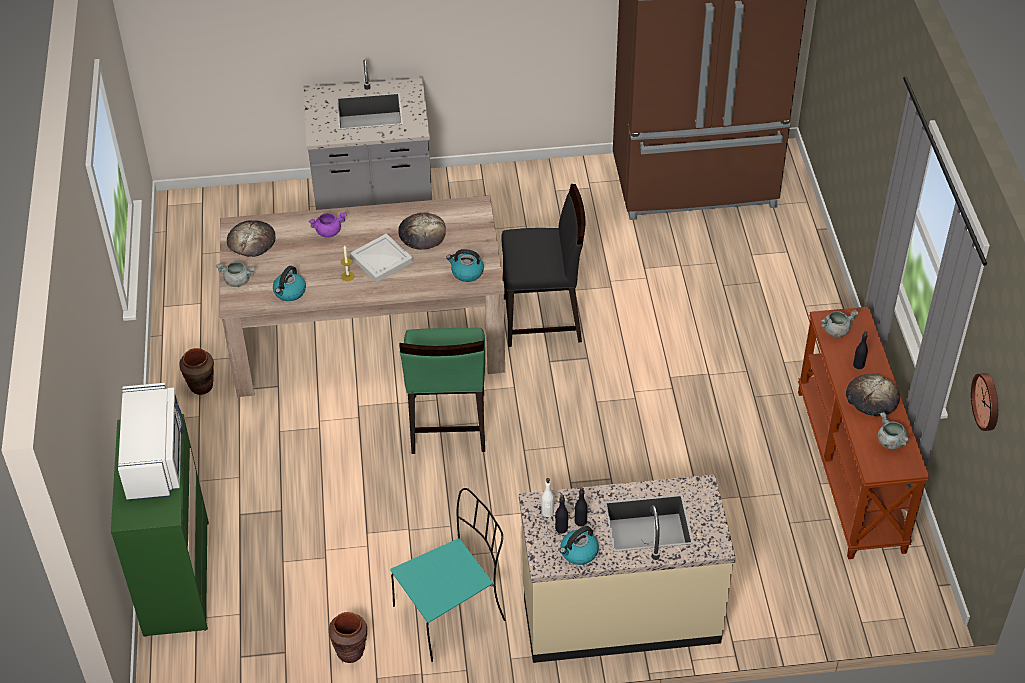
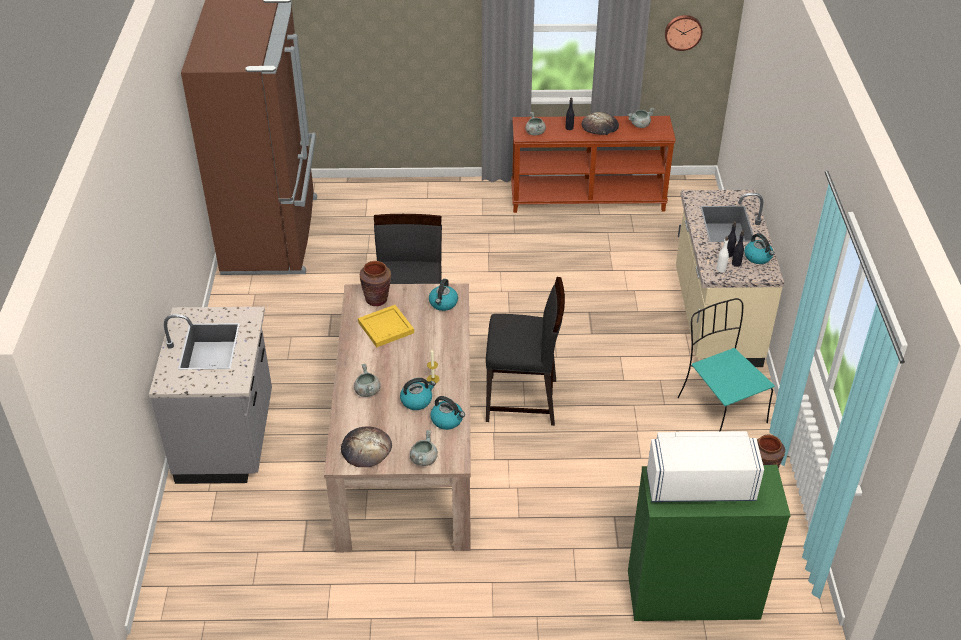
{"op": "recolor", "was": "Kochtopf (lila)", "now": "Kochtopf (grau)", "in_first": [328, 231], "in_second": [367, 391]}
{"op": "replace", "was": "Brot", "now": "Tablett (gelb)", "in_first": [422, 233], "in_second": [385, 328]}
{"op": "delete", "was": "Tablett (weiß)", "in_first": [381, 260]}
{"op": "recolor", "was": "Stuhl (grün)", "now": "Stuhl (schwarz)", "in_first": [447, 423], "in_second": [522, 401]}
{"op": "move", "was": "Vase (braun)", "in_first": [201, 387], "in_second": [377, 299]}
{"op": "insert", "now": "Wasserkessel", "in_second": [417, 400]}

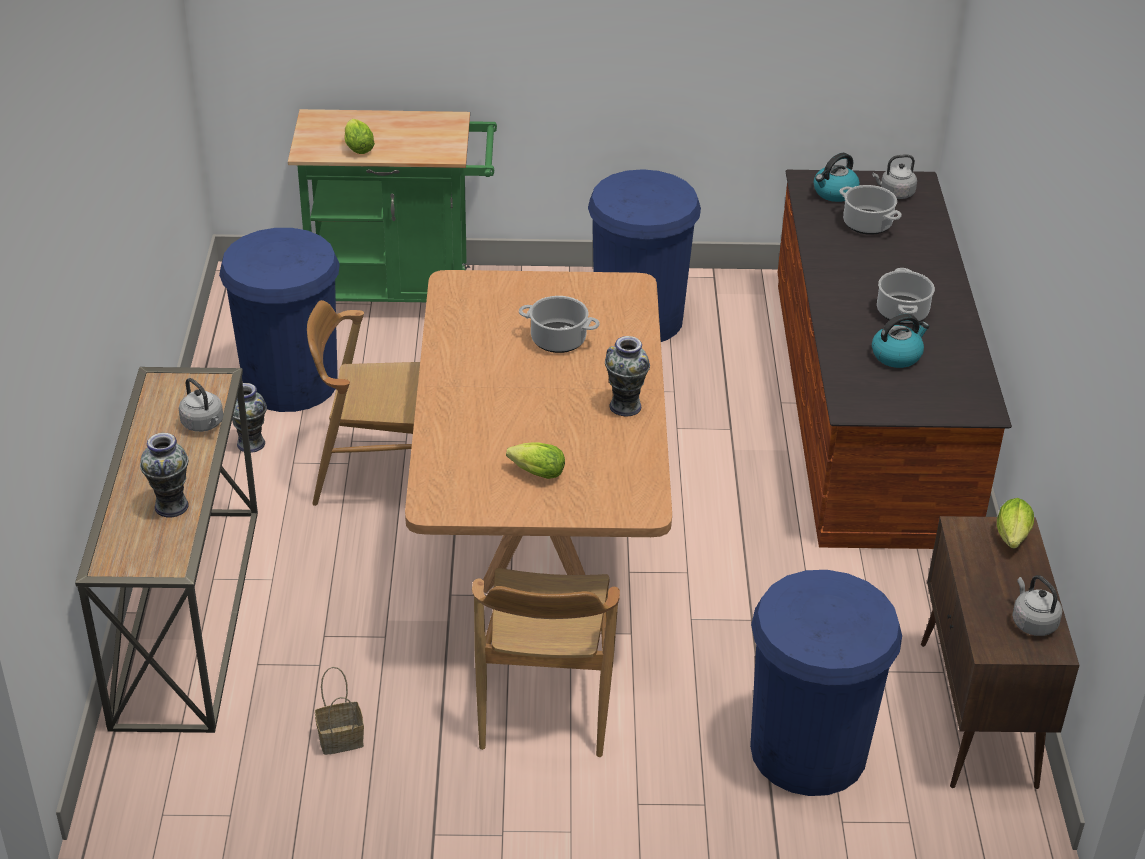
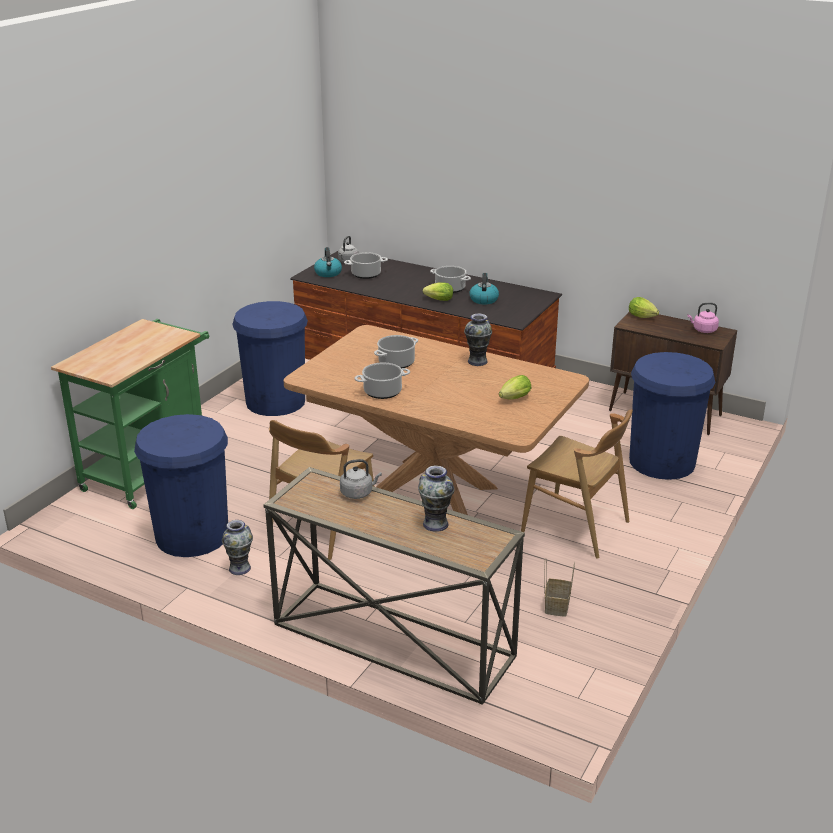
{"op": "move", "was": "Salatkopf", "in_first": [357, 147], "in_second": [437, 300]}
{"op": "recolor", "was": "Wasserkessel (grau)", "now": "Wasserkessel (rosa)", "in_first": [1032, 622], "in_second": [703, 330]}
{"op": "insert", "now": "Kochtopf", "in_second": [382, 392]}

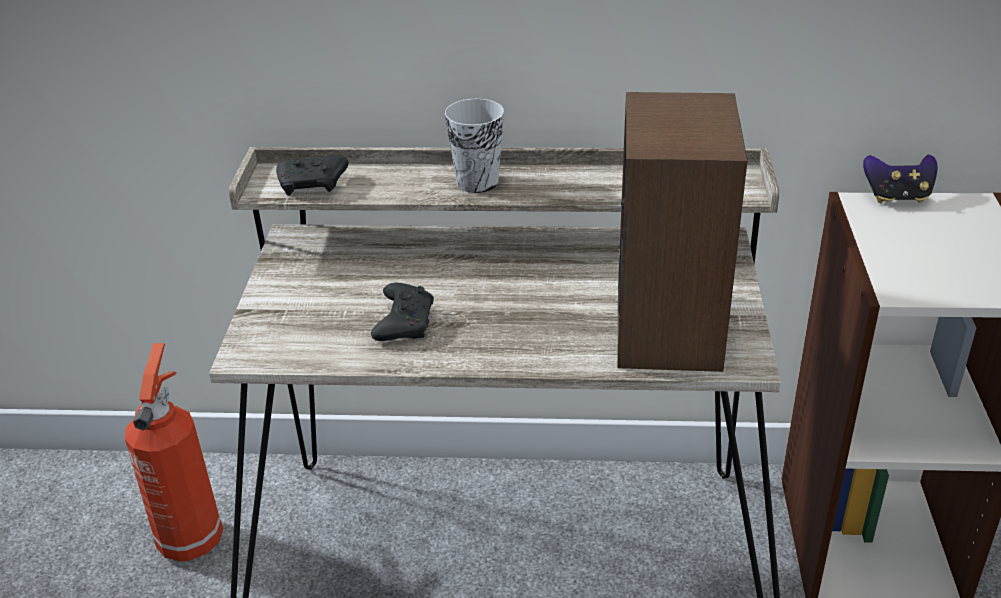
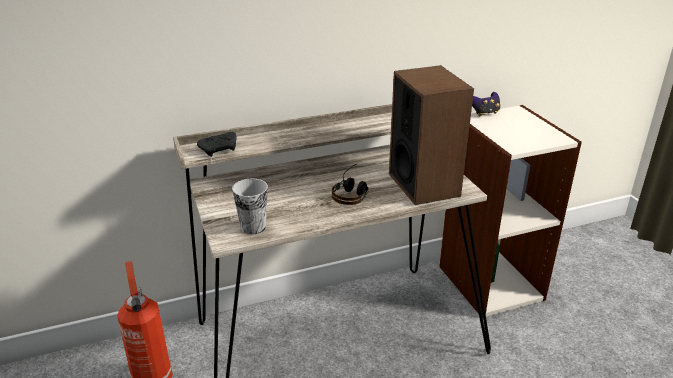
{"op": "move", "was": "Tasse", "in_first": [477, 182], "in_second": [253, 227]}
{"op": "delete", "was": "Gamepad (schwarz)", "in_first": [404, 322]}
{"op": "insert", "now": "Kopfhörer", "in_second": [352, 192]}

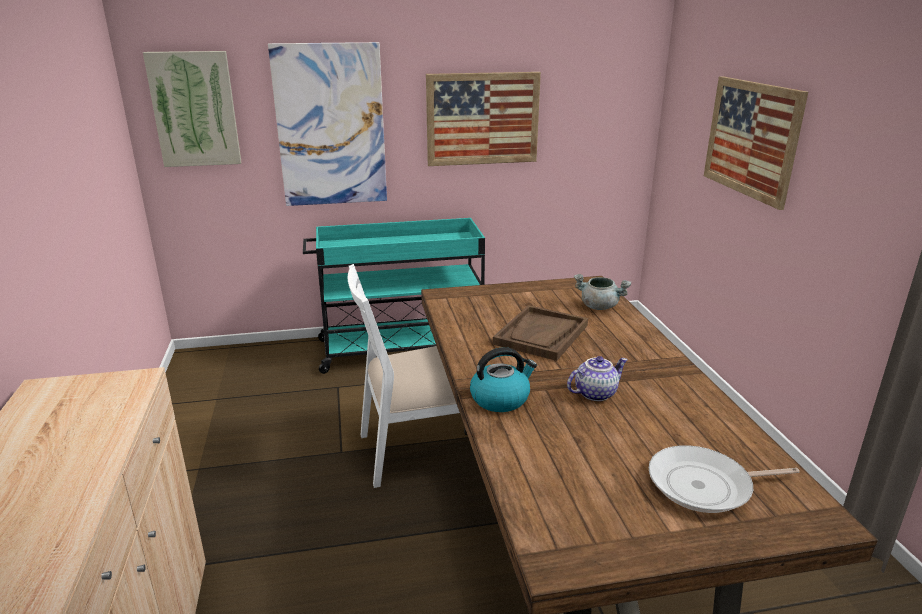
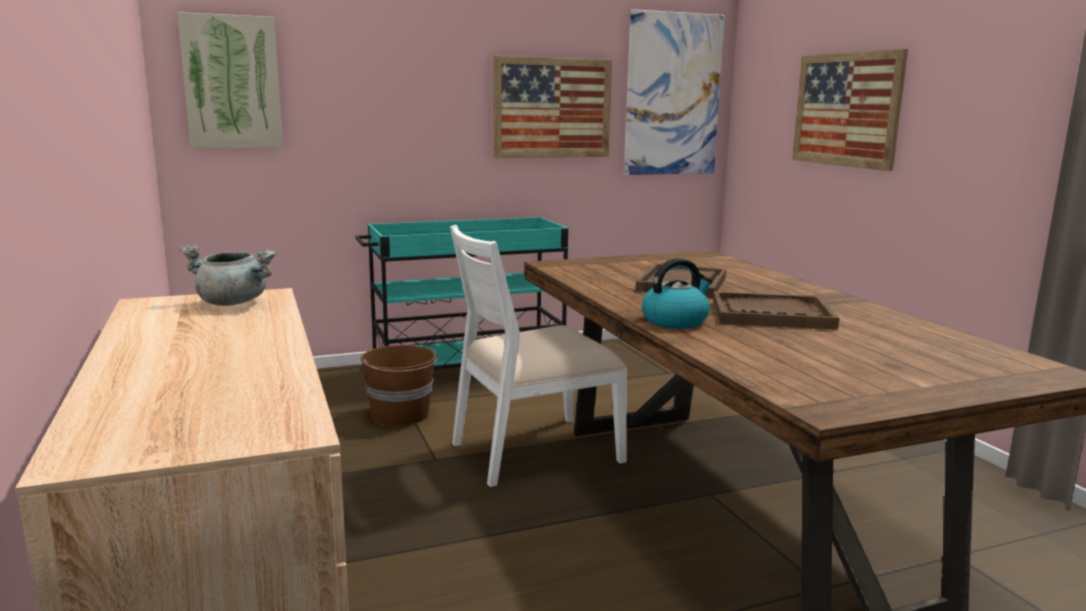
{"op": "move", "was": "Bild", "in_first": [331, 126], "in_second": [673, 95]}
{"op": "move", "was": "Kochtopf (grau)", "in_first": [599, 306], "in_second": [234, 303]}
{"op": "replace", "was": "Teekanne", "now": "Tablett (braun)", "in_first": [595, 393], "in_second": [771, 314]}
{"op": "delete", "was": "Pfanne", "in_first": [705, 486]}
{"op": "insert", "now": "Eimer (braun)", "in_second": [401, 415]}

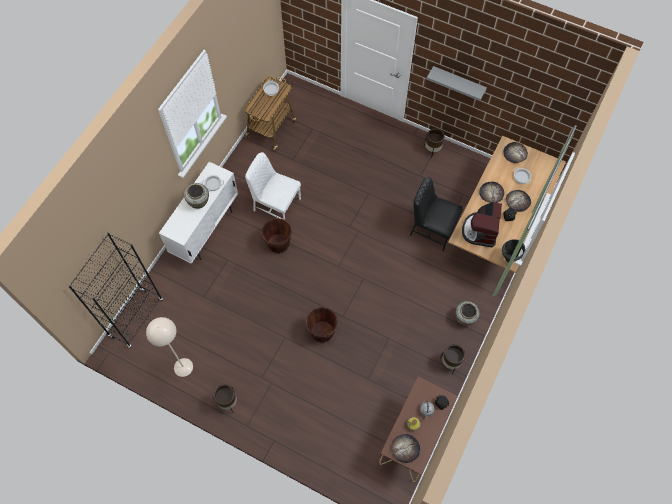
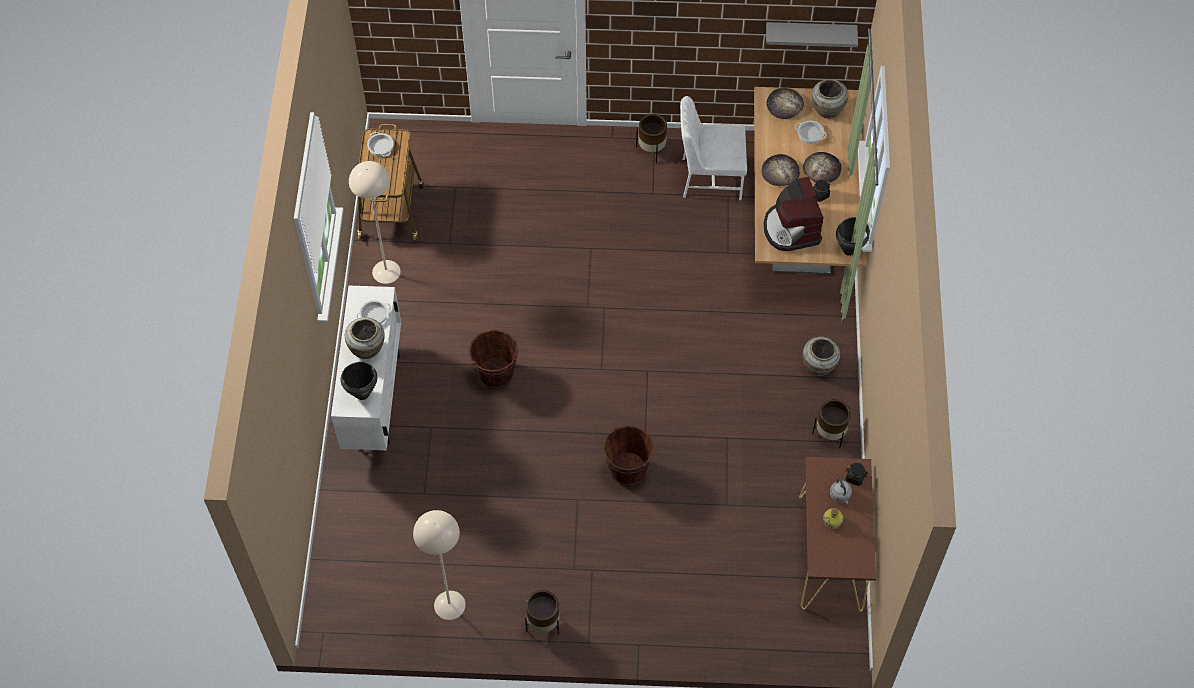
{"op": "move", "was": "Wandregal (grau)", "in_first": [458, 82], "in_second": [810, 33]}
{"op": "move", "was": "Stuhl (weiß)", "in_first": [276, 205], "in_second": [710, 178]}
{"op": "delete", "was": "Stuhl (schwarz)", "in_first": [432, 229]}
{"op": "delete", "was": "Bücherregal (schwarz)", "in_first": [137, 318]}
{"op": "delete", "was": "Brot", "in_first": [405, 448]}
{"op": "insert", "now": "Vase (beige)", "in_second": [826, 110]}
{"op": "insert", "now": "Stehlampe (beige)", "in_second": [386, 272]}
{"op": "insert", "now": "Kochtopf (schwarz)", "in_second": [362, 393]}

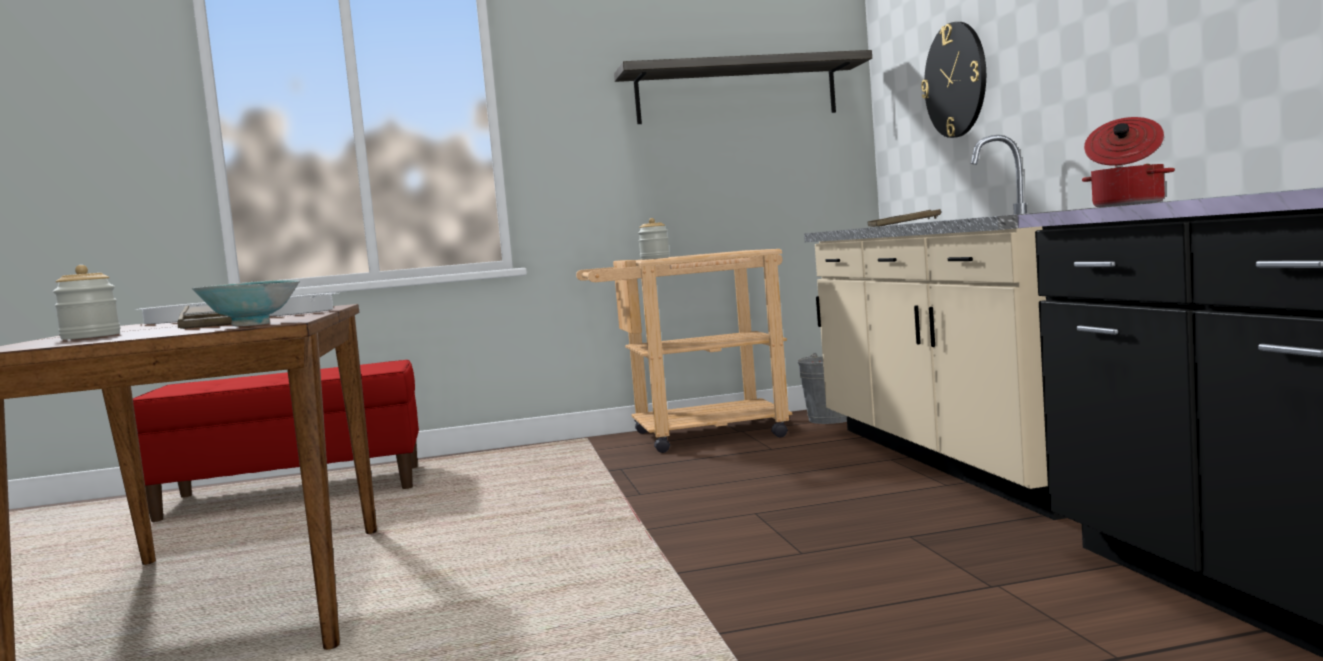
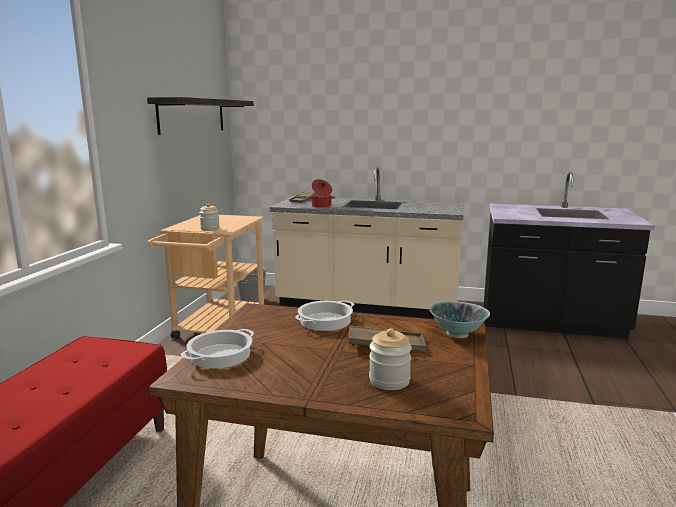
{"op": "delete", "was": "Wanduhr", "in_first": [956, 80]}
{"op": "move", "was": "Kochtopf", "in_first": [1126, 205], "in_second": [321, 206]}

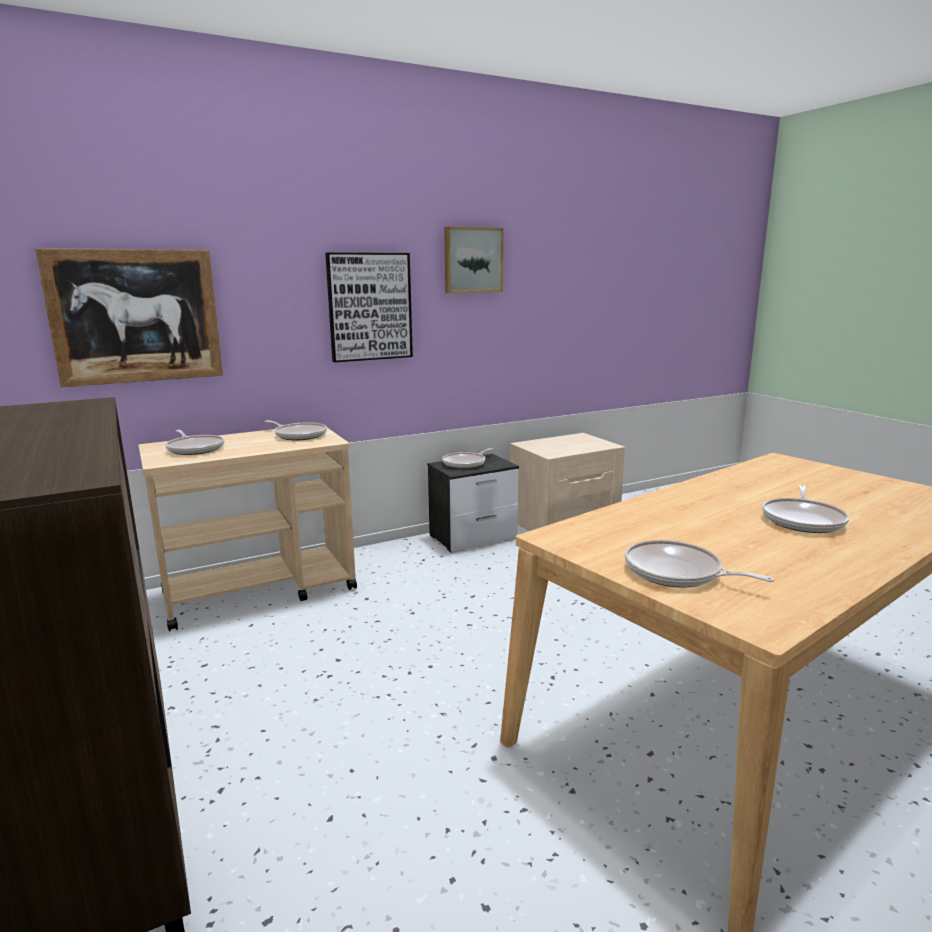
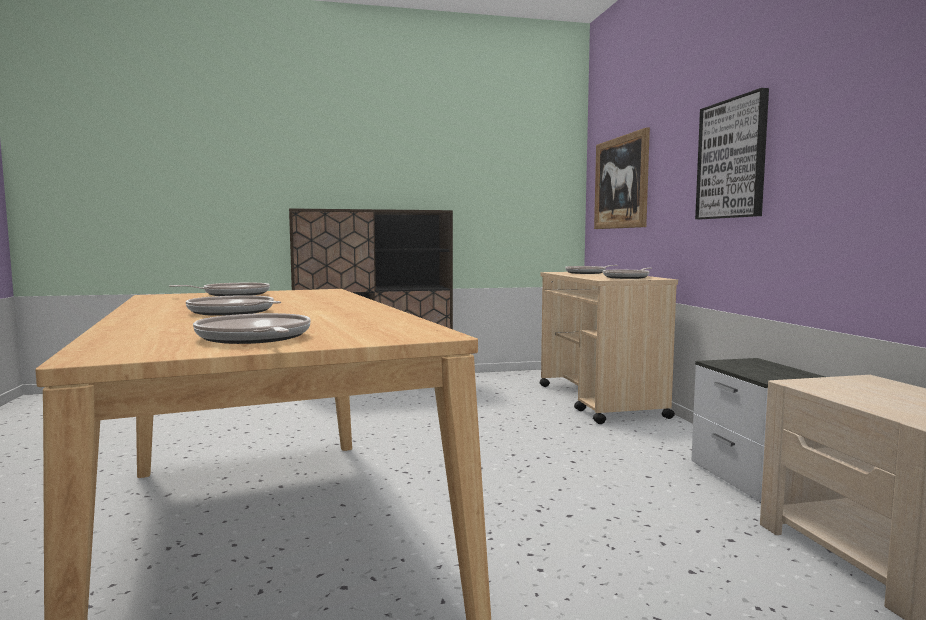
{"op": "delete", "was": "Bild", "in_first": [472, 260]}
{"op": "move", "was": "Pfanne", "in_first": [466, 463], "in_second": [255, 338]}

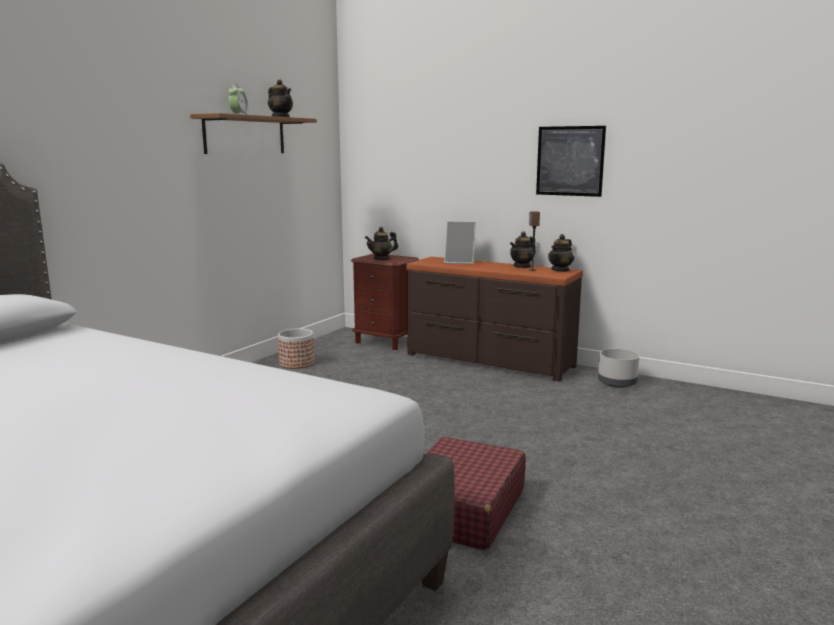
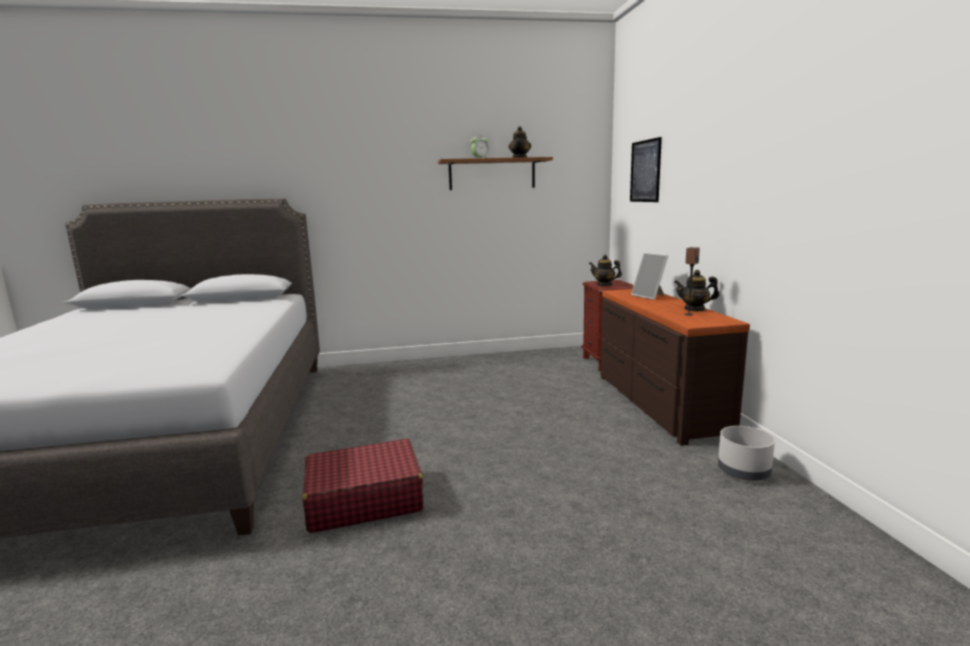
{"op": "move", "was": "Bild", "in_first": [570, 161], "in_second": [645, 171]}
{"op": "delete", "was": "Teekanne", "in_first": [560, 270]}
{"op": "delete", "was": "Pflanzkübel", "in_first": [297, 363]}

